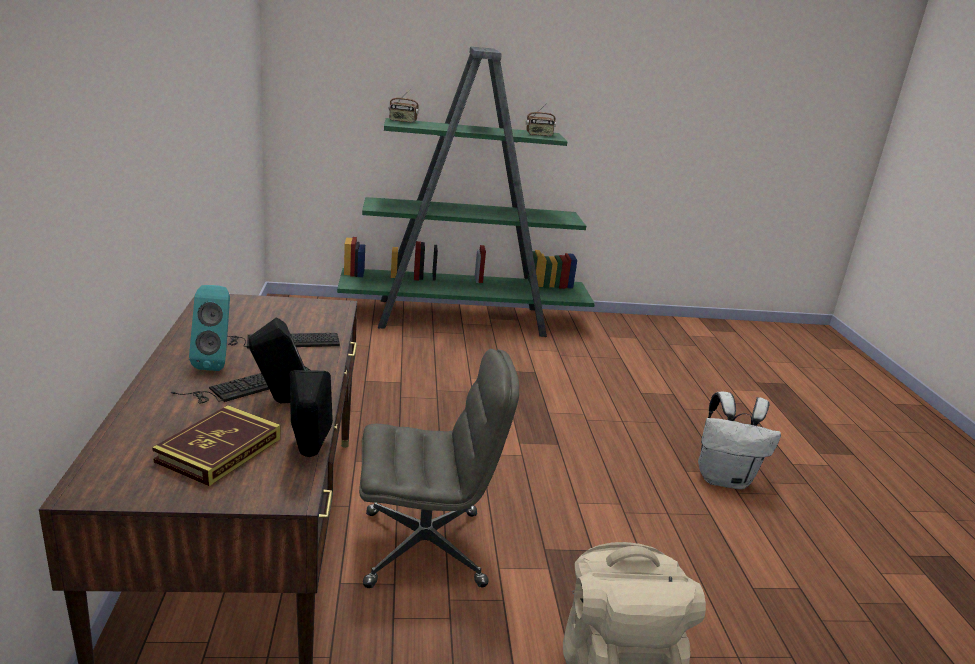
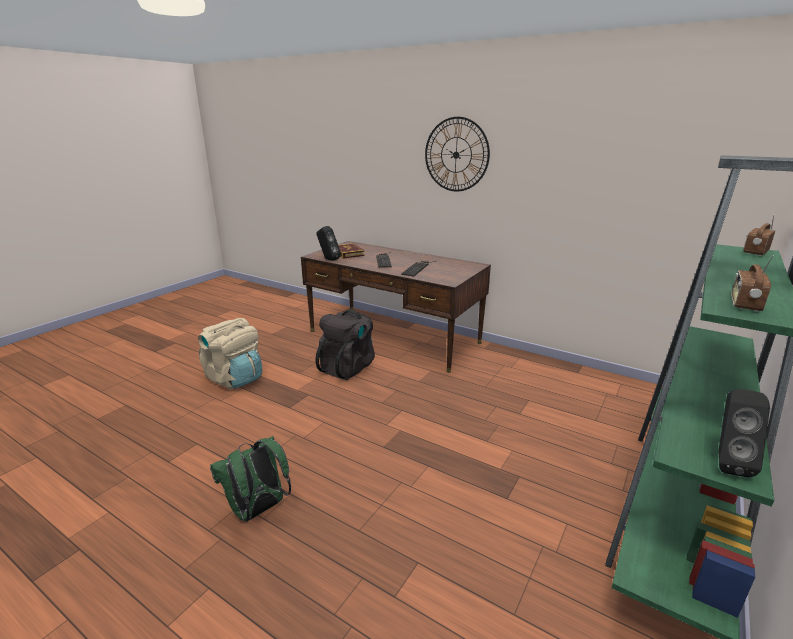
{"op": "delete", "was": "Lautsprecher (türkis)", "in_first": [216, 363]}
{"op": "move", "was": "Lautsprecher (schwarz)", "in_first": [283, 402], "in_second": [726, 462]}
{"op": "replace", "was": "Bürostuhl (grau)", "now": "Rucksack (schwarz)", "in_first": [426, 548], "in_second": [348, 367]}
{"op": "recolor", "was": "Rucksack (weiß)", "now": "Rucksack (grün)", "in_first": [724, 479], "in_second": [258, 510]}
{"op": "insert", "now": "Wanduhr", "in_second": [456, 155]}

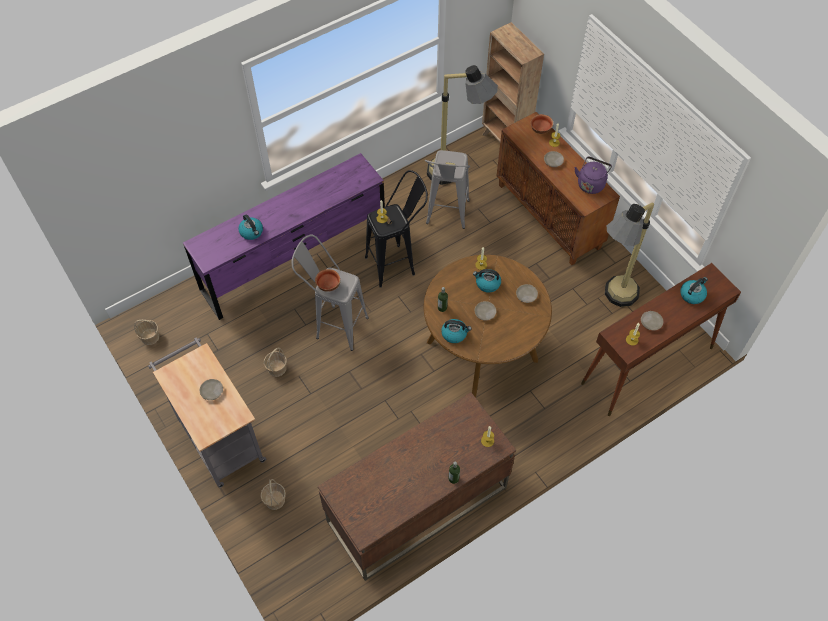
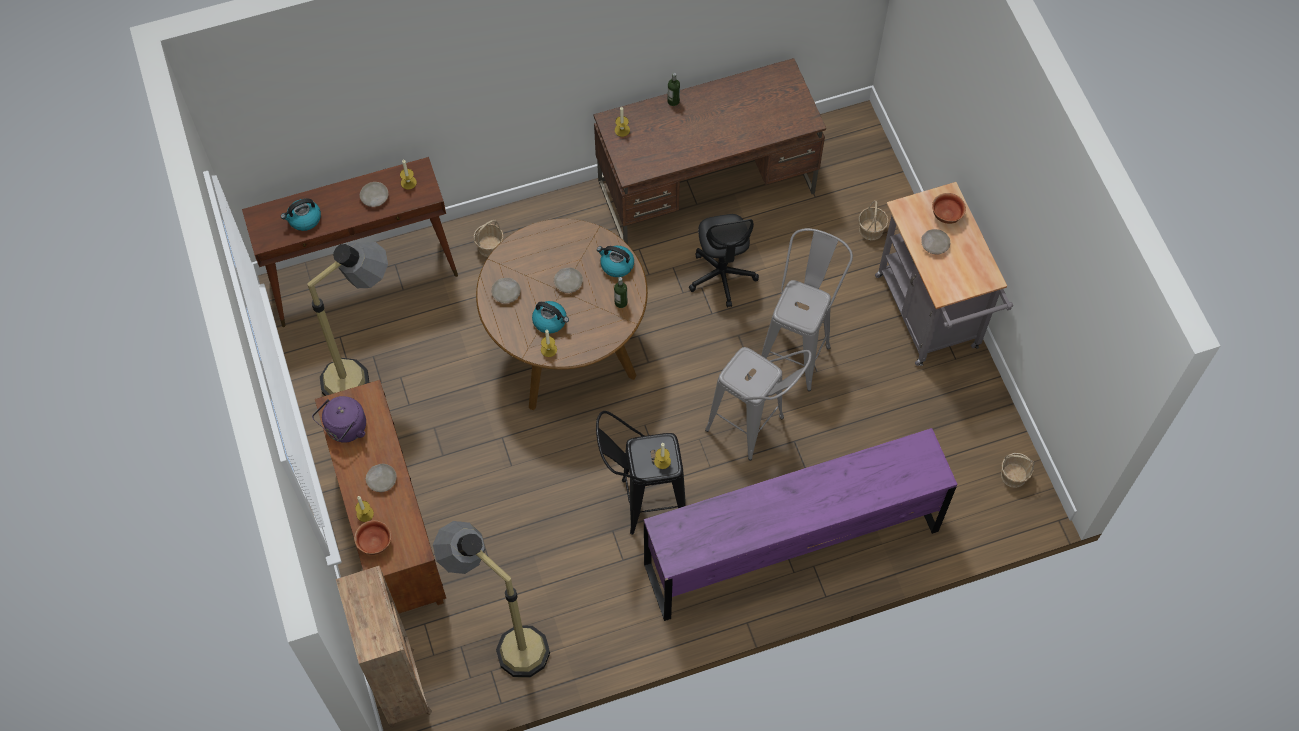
{"op": "move", "was": "Hocker (grau)", "in_first": [446, 218], "in_second": [798, 349]}
{"op": "delete", "was": "Wasserkessel", "in_first": [252, 232]}
{"op": "move", "was": "Schüssel", "in_first": [328, 286], "in_second": [947, 214]}
{"op": "move", "was": "Korb", "in_first": [276, 368], "in_second": [490, 246]}
{"op": "insert", "now": "Bürostuhl (schwarz)", "in_second": [722, 276]}

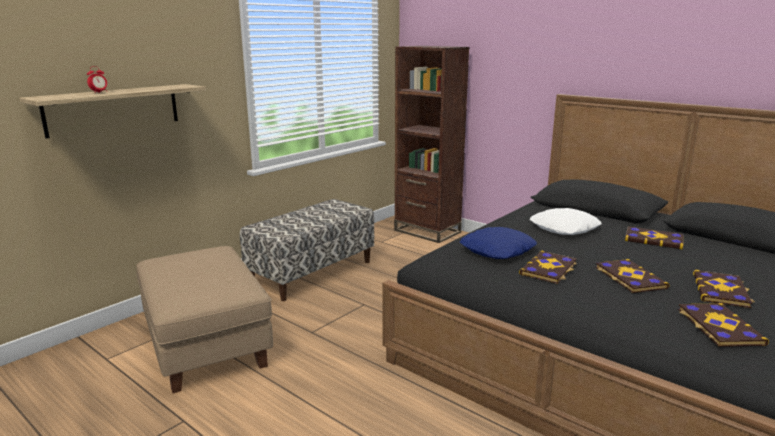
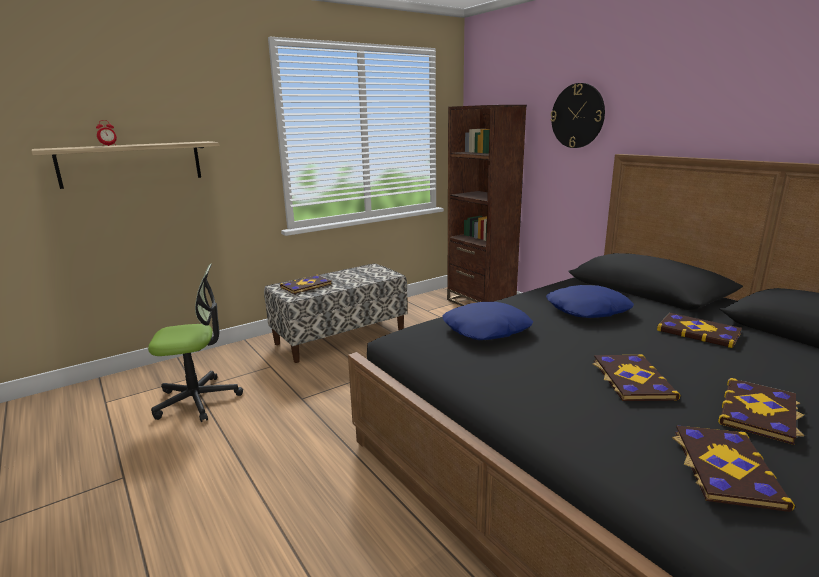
{"op": "recolor", "was": "Kissen (weiß)", "now": "Kissen (blau)", "in_first": [565, 228], "in_second": [588, 310]}
{"op": "replace", "was": "Polsterhocker (beige)", "now": "Bürostuhl", "in_first": [207, 345], "in_second": [198, 400]}
{"op": "move", "was": "Buch", "in_first": [549, 269], "in_second": [306, 286]}
{"op": "insert", "now": "Wanduhr", "in_second": [577, 116]}

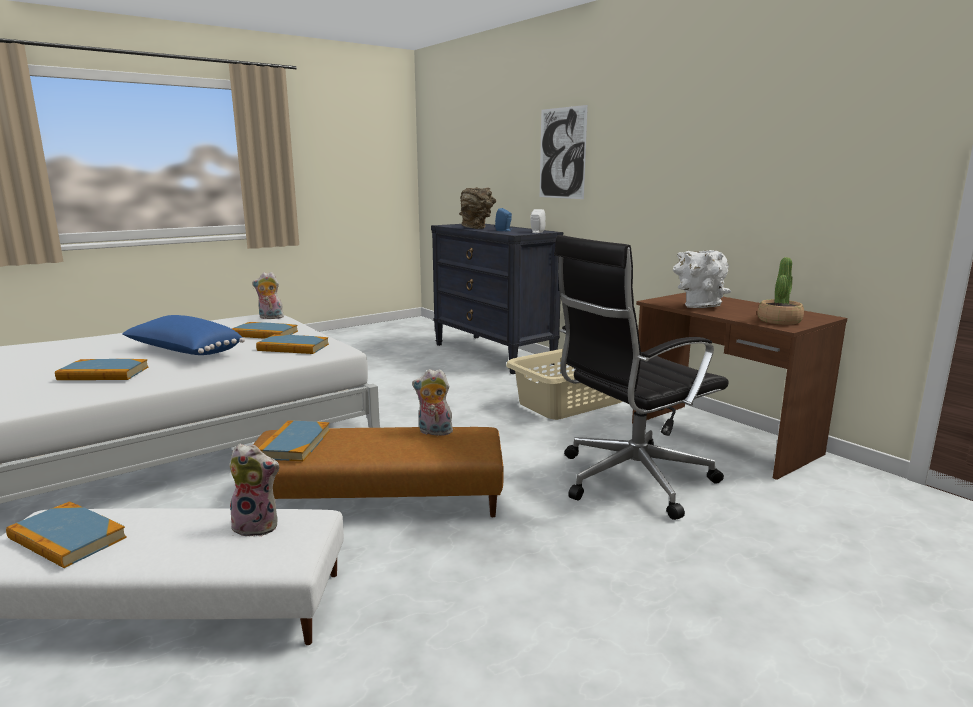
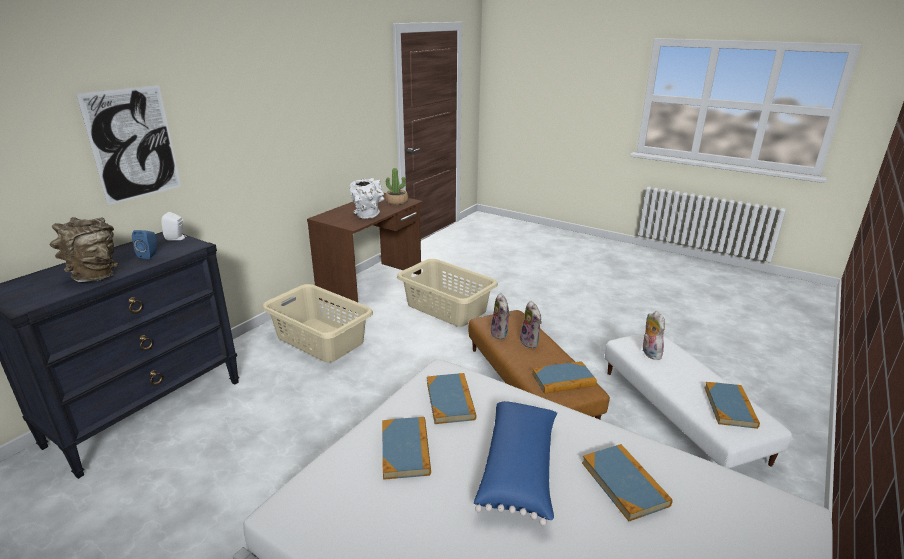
{"op": "replace", "was": "Bürostuhl (schwarz)", "now": "Wäschekorb (beige)", "in_first": [630, 480], "in_second": [446, 308]}
{"op": "move", "was": "Plüschtier", "in_first": [270, 318], "in_second": [531, 342]}

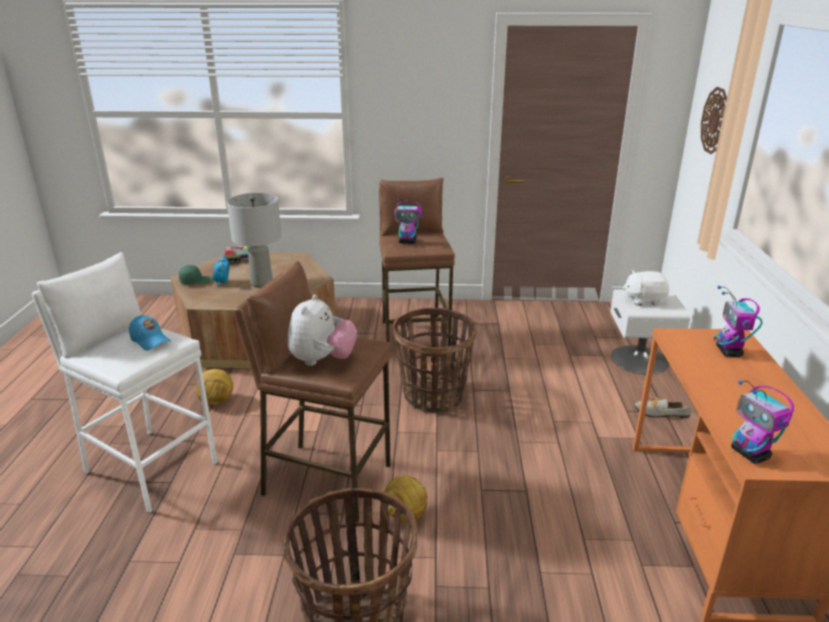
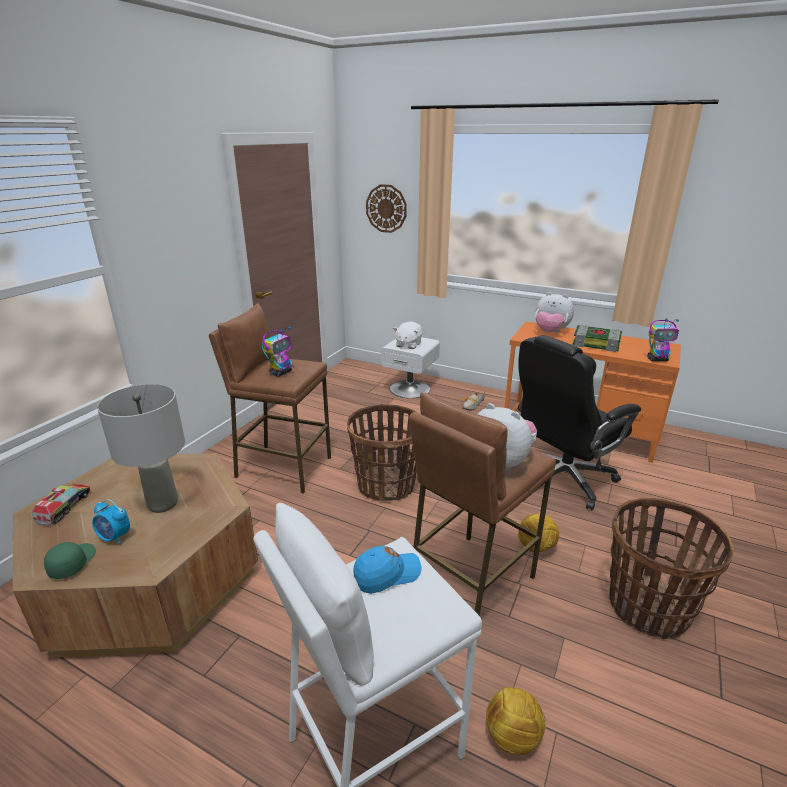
{"op": "replace", "was": "Spielzeugroboter", "now": "Plüschtier", "in_first": [729, 352], "in_second": [550, 332]}
{"op": "move", "was": "Fußball", "in_first": [217, 401], "in_second": [512, 736]}
{"op": "insert", "now": "Buch", "in_second": [597, 343]}
{"op": "insert", "now": "Bürostuhl (schwarz)", "in_second": [562, 478]}

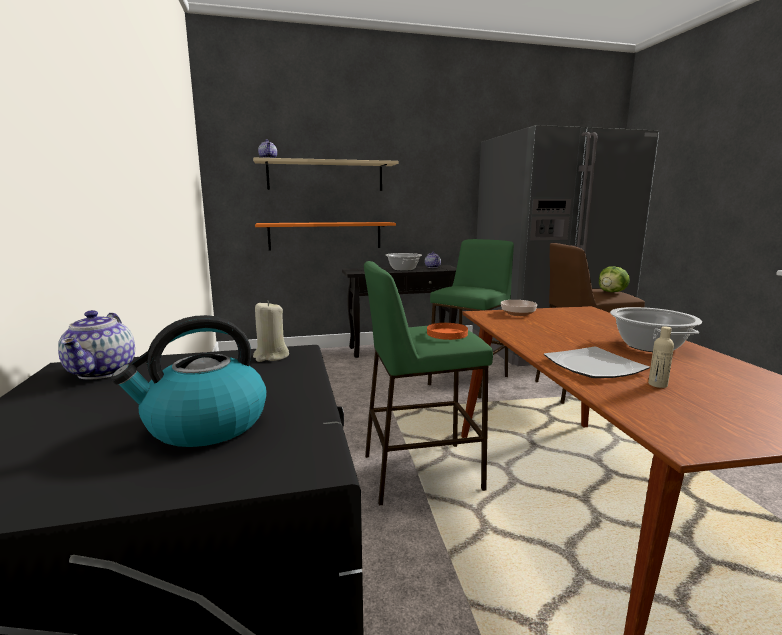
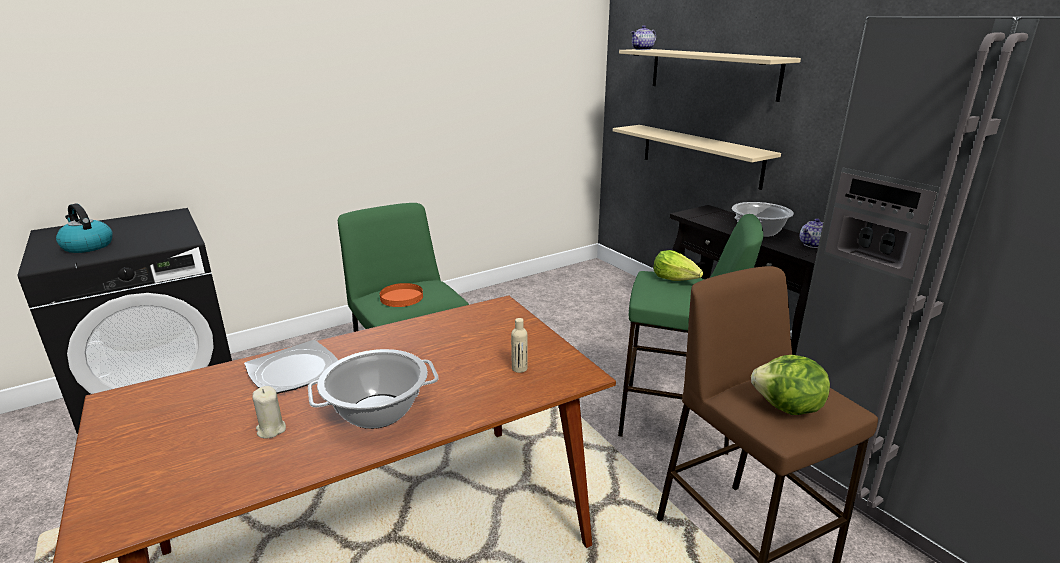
{"op": "recolor", "was": "Wandregal (orange)", "now": "Wandregal (beige)", "in_first": [325, 235], "in_second": [700, 155]}
{"op": "move", "was": "Kerze (beige)", "in_first": [271, 356], "in_second": [271, 429]}
{"op": "delete", "was": "Schüssel", "in_first": [518, 314]}
{"op": "delete", "was": "Teekanne", "in_first": [103, 372]}
{"op": "move", "was": "Flasche (beige)", "in_first": [657, 384], "in_second": [519, 368]}
{"op": "insert", "now": "Salatkopf", "in_second": [675, 279]}

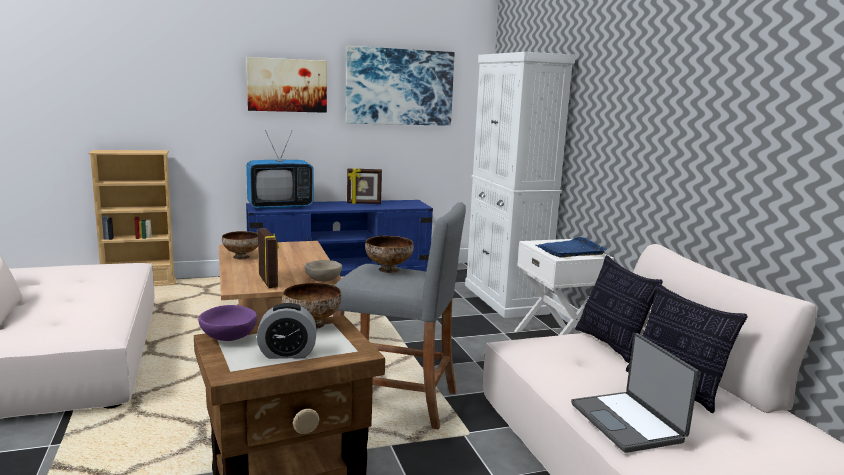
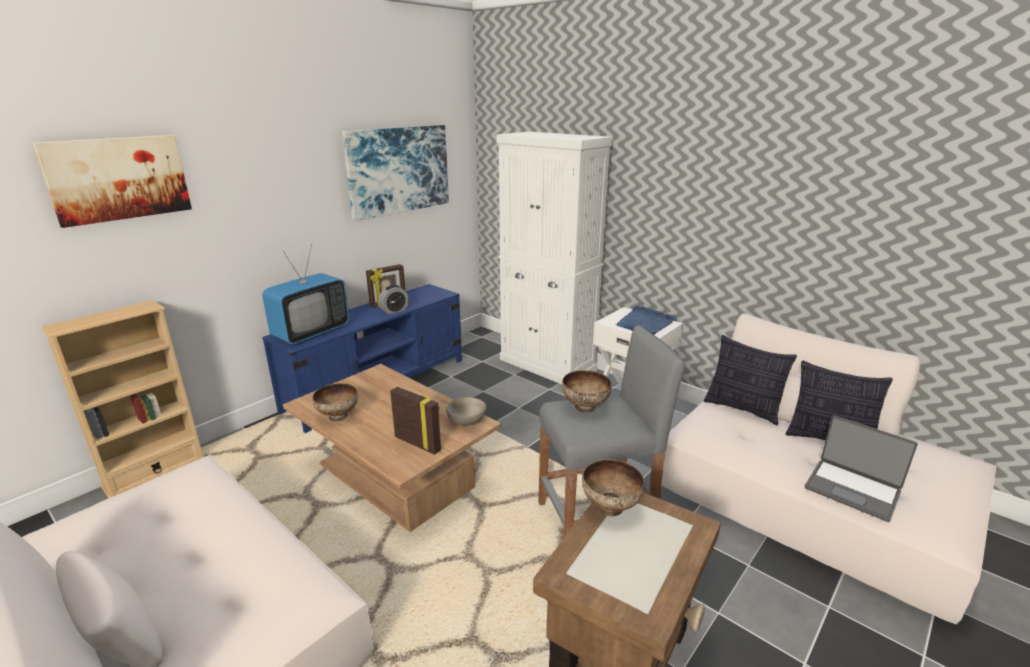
{"op": "move", "was": "Bild", "in_first": [287, 85], "in_second": [118, 178]}
{"op": "move", "was": "Wecker", "in_first": [287, 354], "in_second": [394, 310]}
{"op": "delete", "was": "Schüssel (lila)", "in_first": [228, 338]}

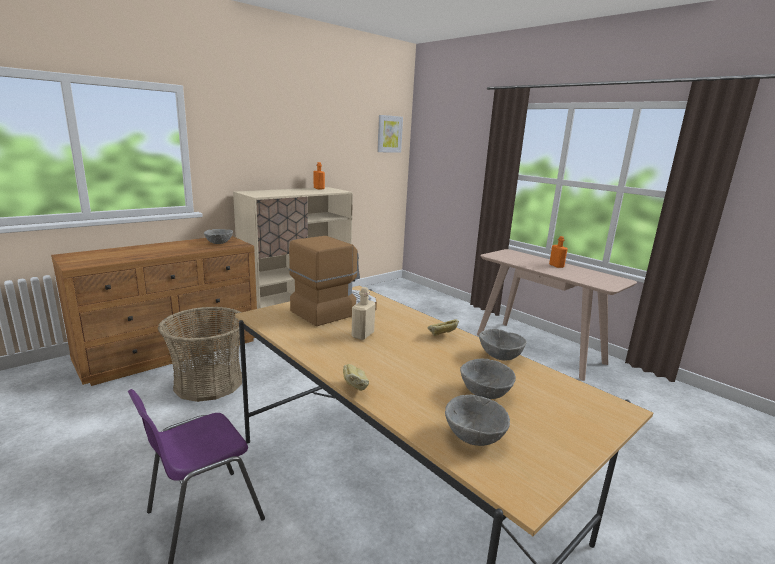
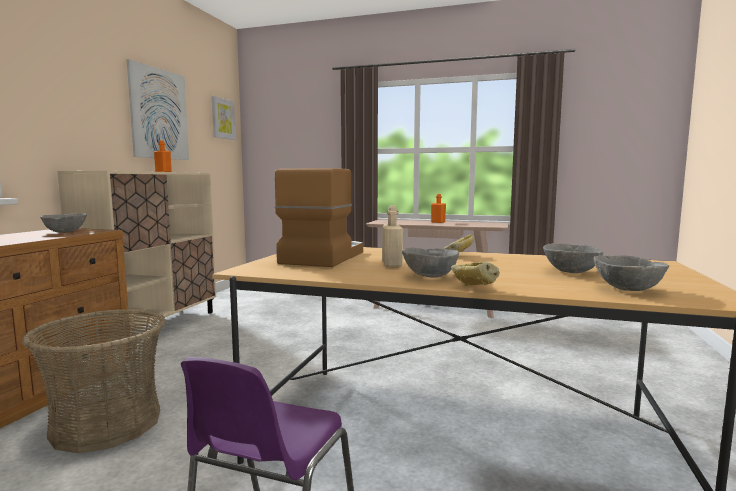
{"op": "move", "was": "Schüssel (grau)", "in_first": [499, 357], "in_second": [429, 276]}
{"op": "insert", "now": "Bild", "in_second": [159, 114]}

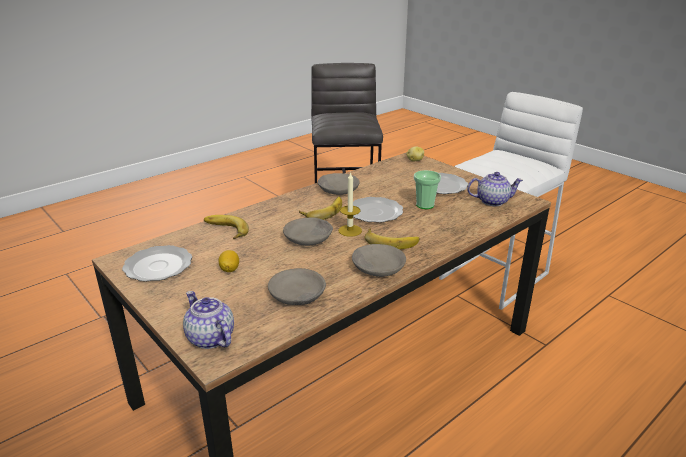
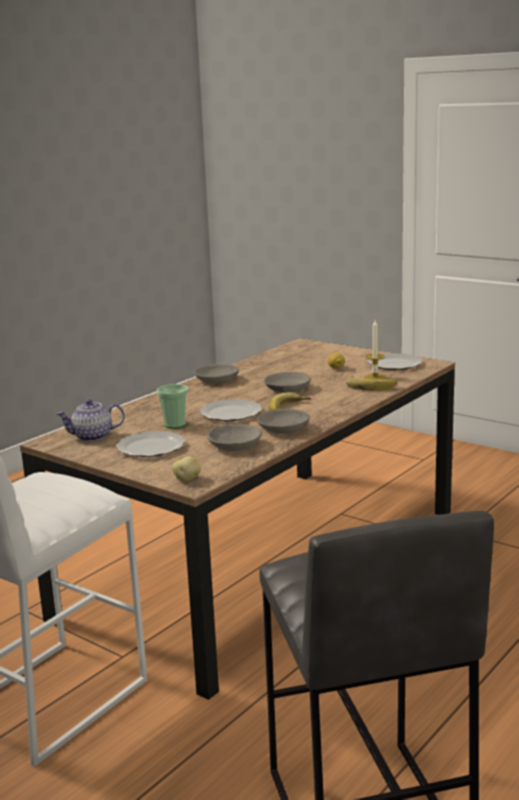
{"op": "move", "was": "Kerze", "in_first": [350, 230], "in_second": [375, 377]}
{"op": "delete", "was": "Banane", "in_first": [391, 241]}
{"op": "move", "was": "Schüssel (grau)", "in_first": [297, 295], "in_second": [234, 445]}
{"op": "delete", "was": "Teekanne", "in_first": [209, 338]}

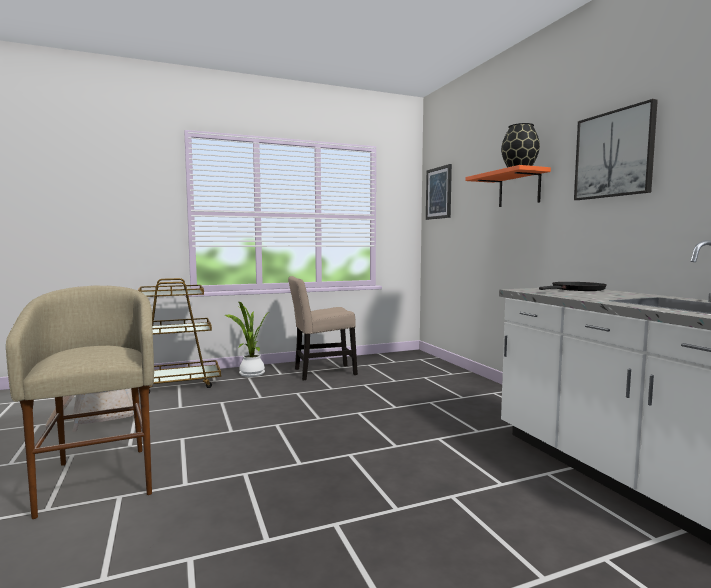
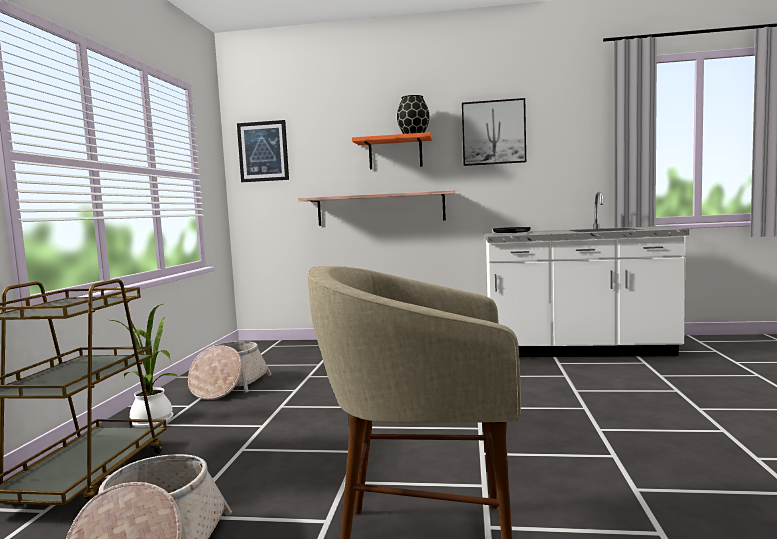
{"op": "replace", "was": "Stuhl (beige)", "now": "Korb", "in_first": [321, 372], "in_second": [229, 386]}
{"op": "insert", "now": "Wandregal", "in_second": [380, 209]}

